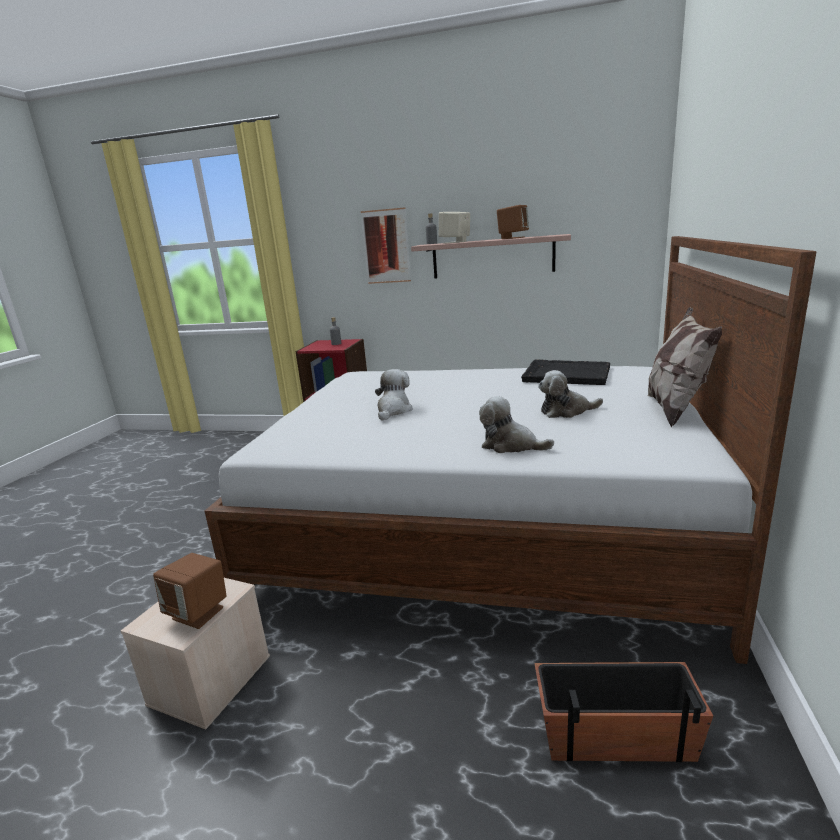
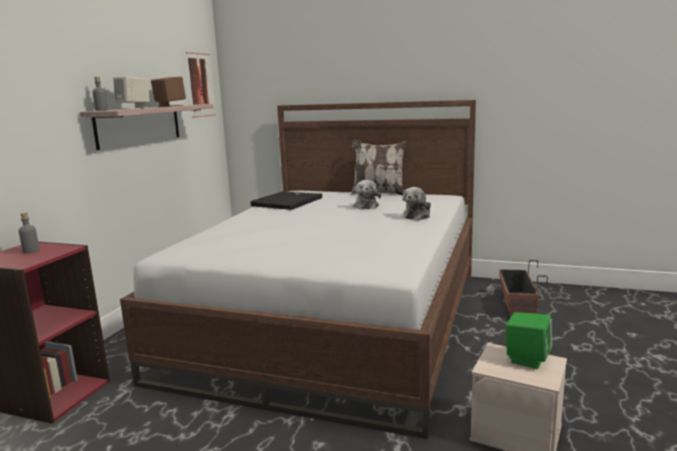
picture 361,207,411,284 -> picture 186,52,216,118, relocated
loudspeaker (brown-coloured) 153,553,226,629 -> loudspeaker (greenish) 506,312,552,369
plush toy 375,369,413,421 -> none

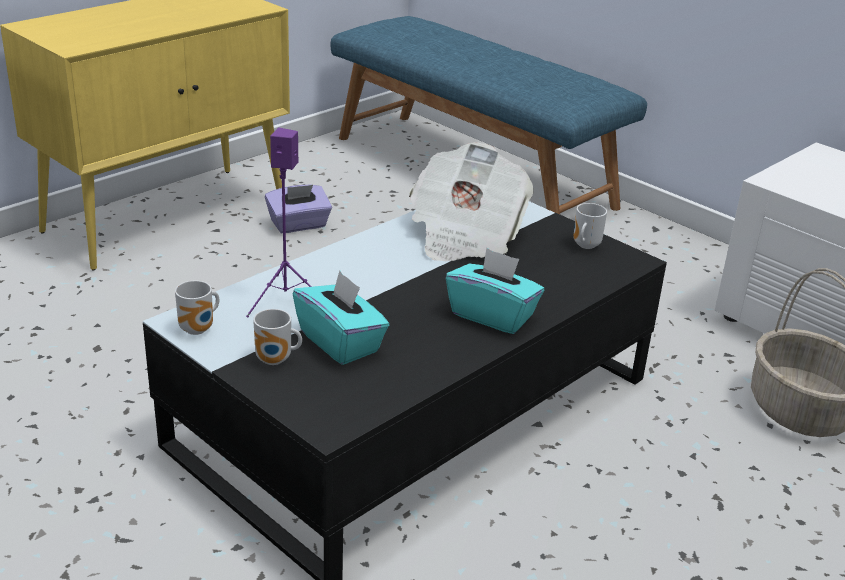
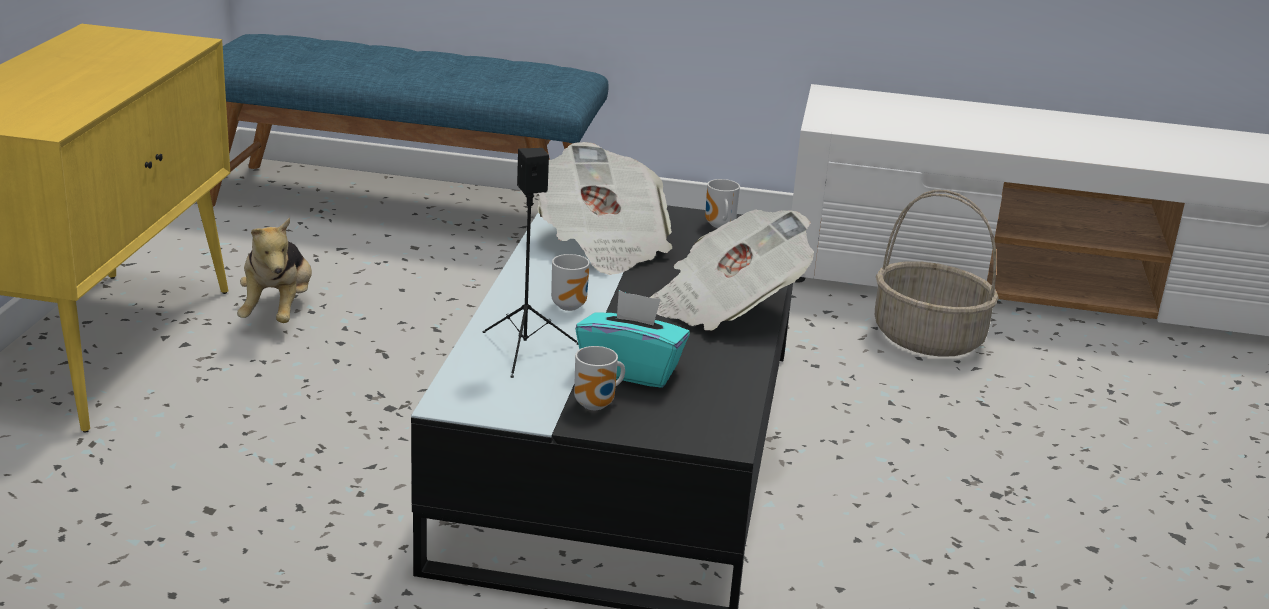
box of tissues (purplish) 265,185,332,233 -> plush toy 237,218,312,323
loudspeaker (purplish) 246,127,312,317 -> loudspeaker (black) 482,148,578,378
tea mug 175,281,219,335 -> tea mug 551,254,590,311, relocated
box of tissues (turquoise-coloured) 446,248,544,334 -> printed paper 650,210,814,331

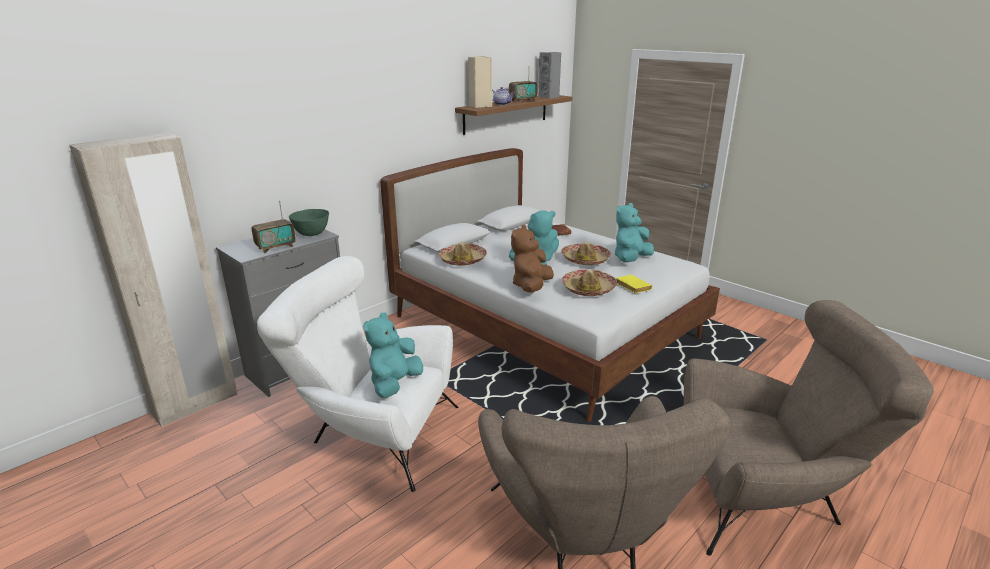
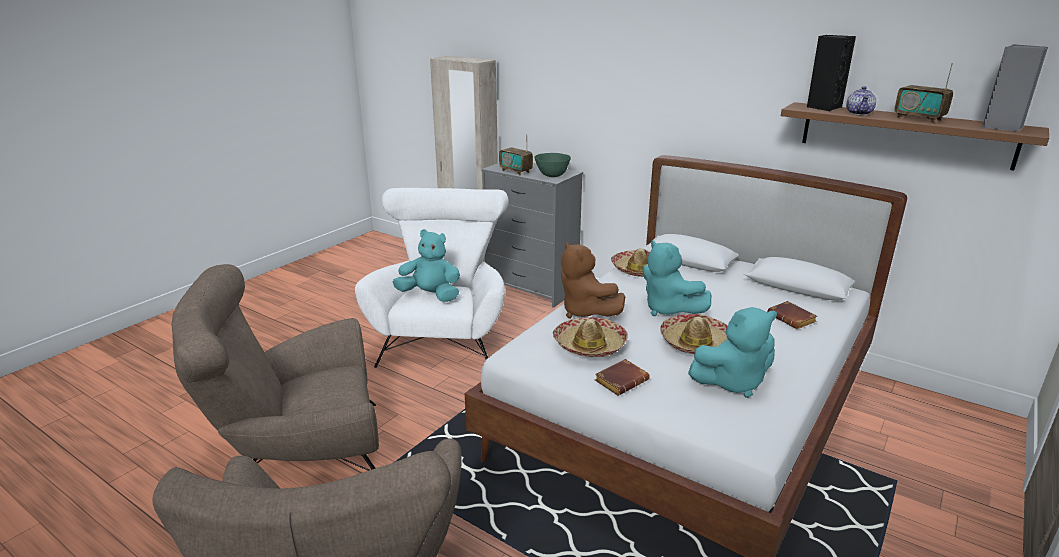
plush toy (brown-coloured) 511,225,554,293 -> plush toy (brown-coloured) 561,241,625,318, 135 degrees counterclockwise
volume (yellowish) 616,275,652,293 -> volume (brown-coloured) 595,359,650,396
plush toy (turquoise-coloured) 615,203,654,263 -> plush toy (turquoise-coloured) 688,307,777,398, 135 degrees clockwise
loudspeaker (sand-coloured) 468,56,492,108 -> loudspeaker (black) 807,35,856,111

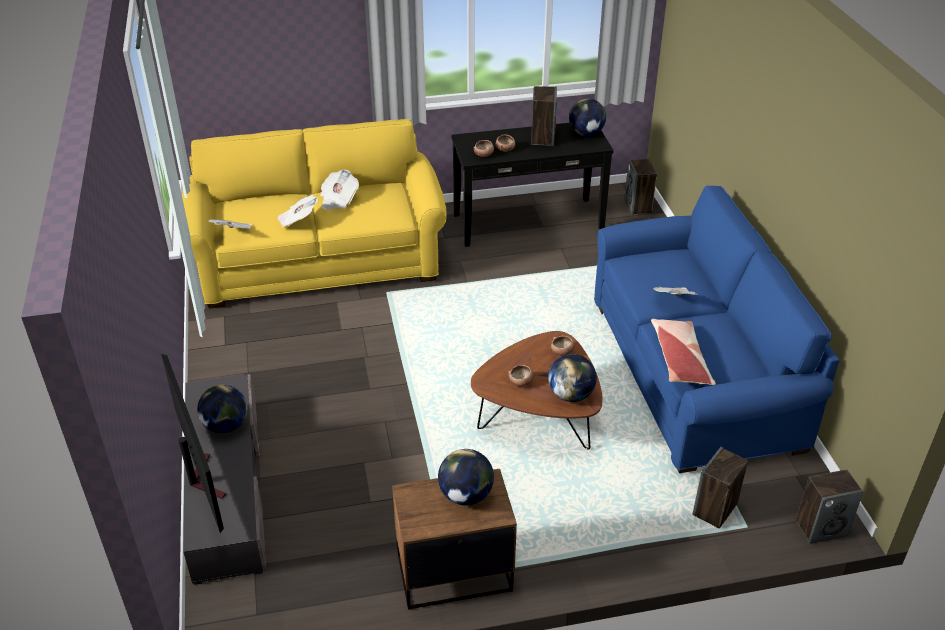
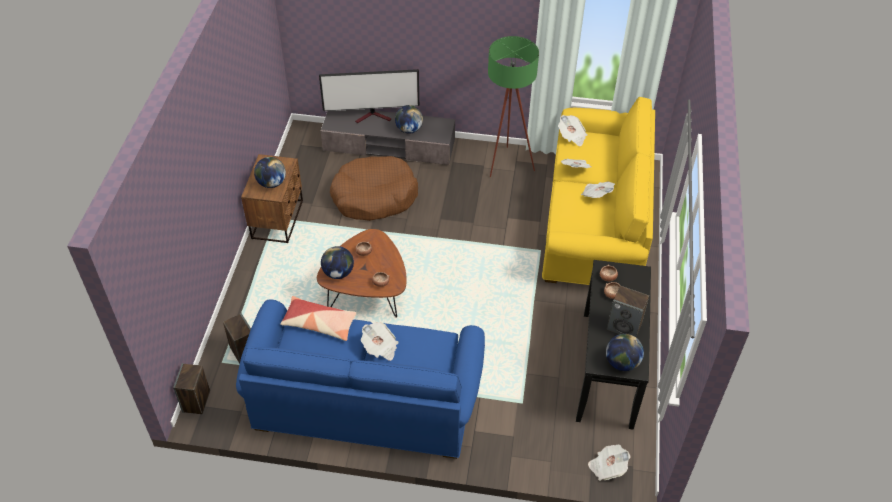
none -> dog cushion (brown-coloured) 330,156,418,221
none -> standing lamp (greenish) 488,36,539,177
loudspeaker 624,159,657,215 -> printed paper 588,444,631,481

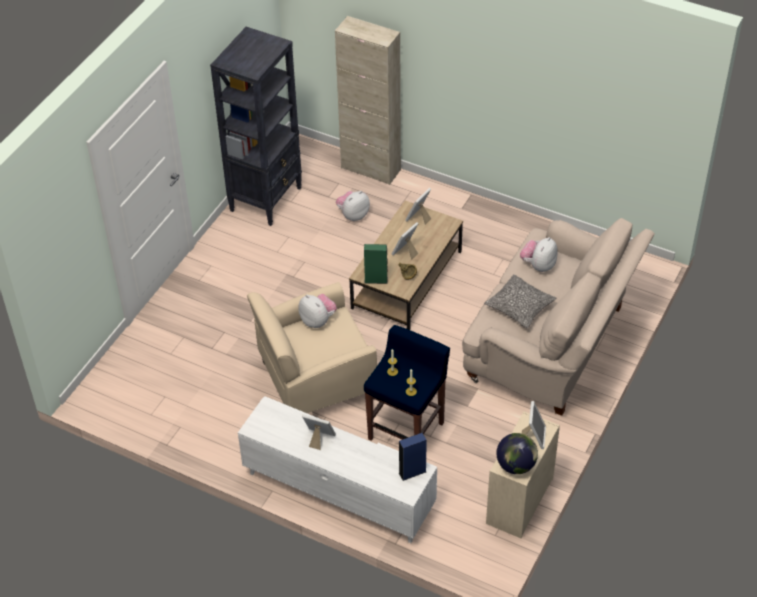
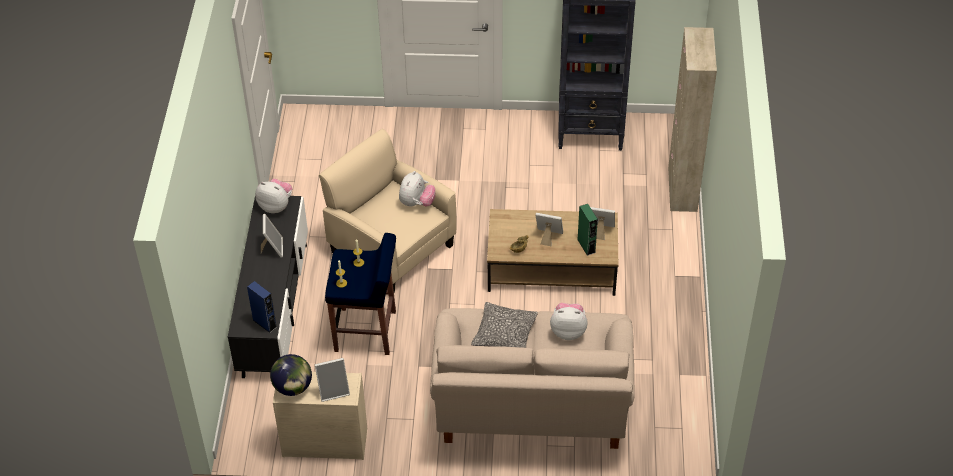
tv unit (white-coloured) 238,396,437,543 -> tv unit (black) 228,196,308,378
plush toy 336,191,370,221 -> plush toy 255,179,292,213, relocated
loudspeaker (greenish) 364,244,388,284 -> loudspeaker (greenish) 577,204,598,256, relocated

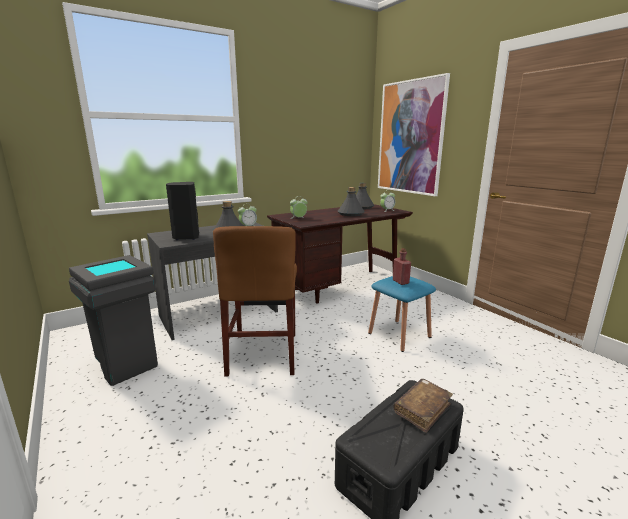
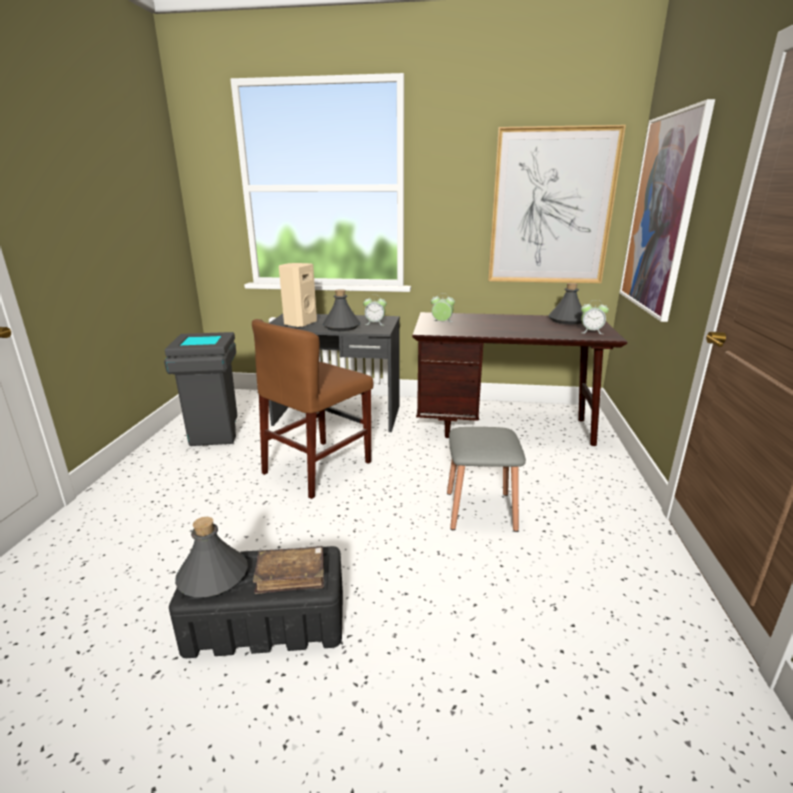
bottle (greyish) 338,187,365,216 -> bottle (greyish) 175,517,248,597, relocated
loudspeaker (black) 166,182,199,240 -> loudspeaker (sand-coloured) 279,263,317,328
stool seat (blue-coloured) 368,276,436,352 -> stool seat (greyish) 447,427,526,532
none -> picture 488,125,626,283
bottle (red-coloured) 393,248,411,285 -> none

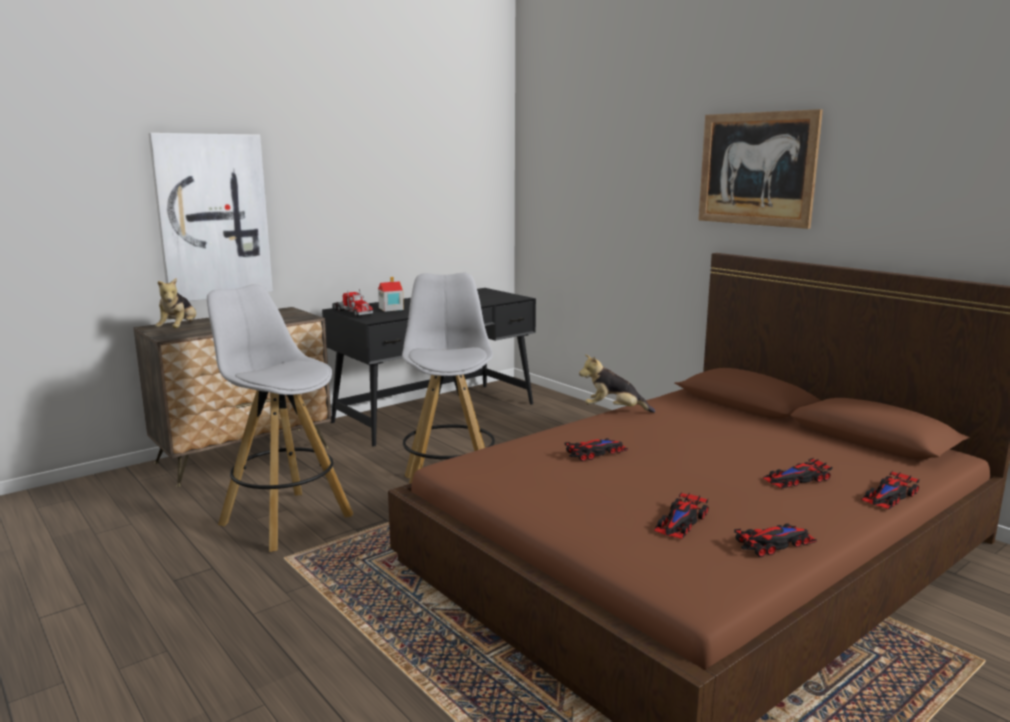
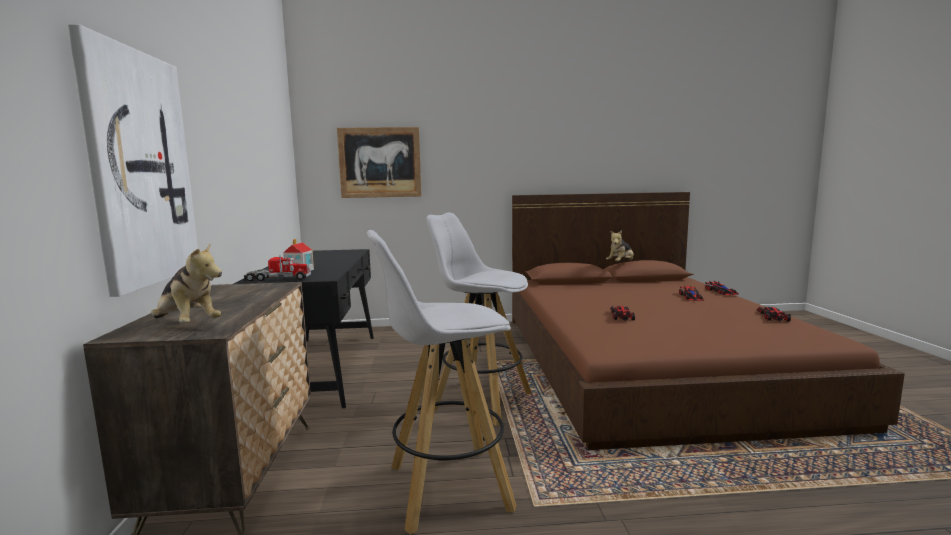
picture 698,109,823,229 -> picture 337,127,421,198, relocated
plush toy 579,354,655,413 -> plush toy 606,230,634,261, relocated
model car 654,492,709,539 -> none

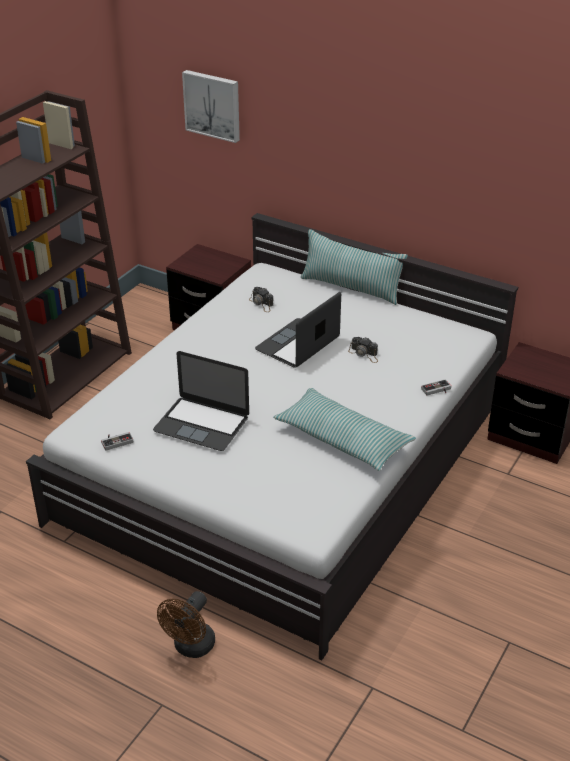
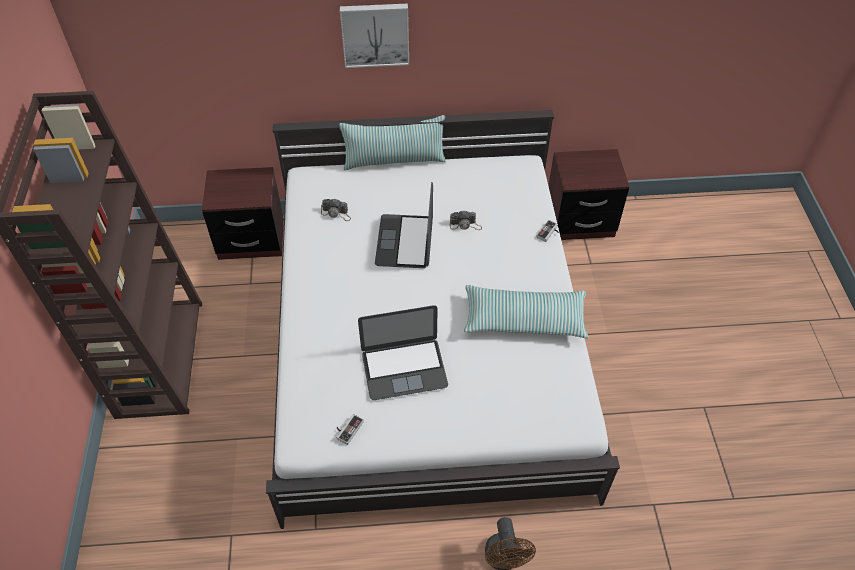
picture 182,70,240,143 -> picture 340,3,409,68, relocated

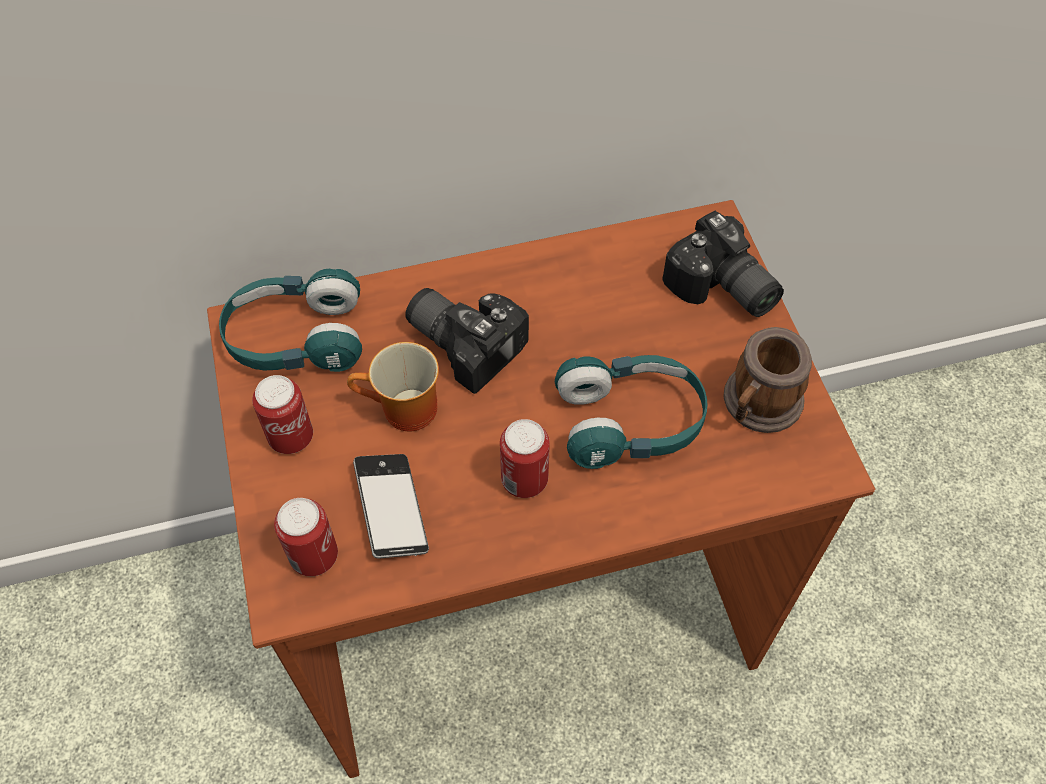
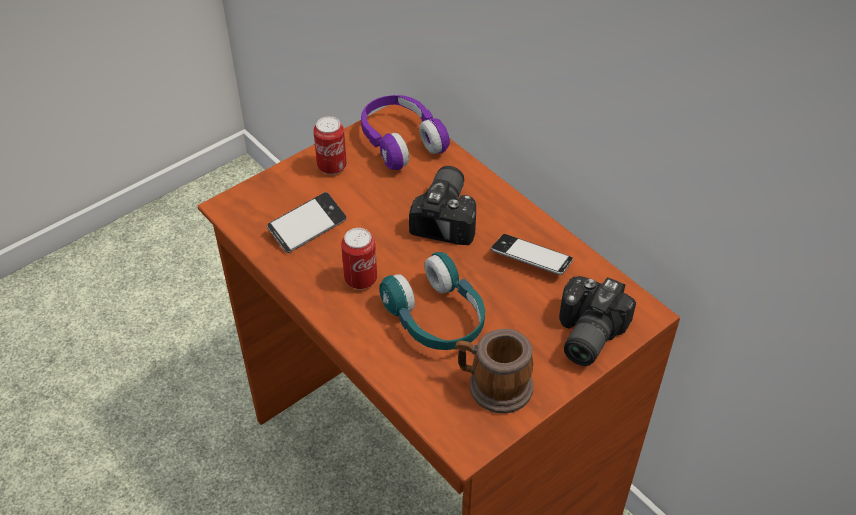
headset (turquoise-coloured) 219,269,362,372 -> headset (purplish) 361,95,450,170
none -> phone 491,234,573,275
metal can 274,498,338,576 -> none
tea mug 347,342,439,431 -> none

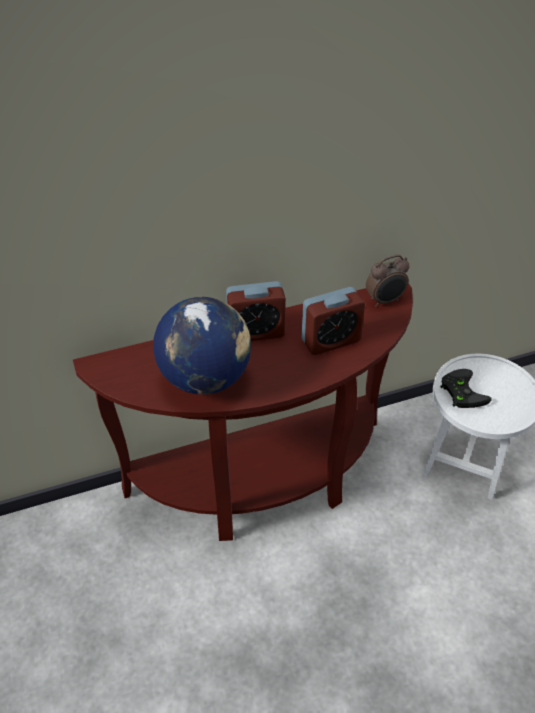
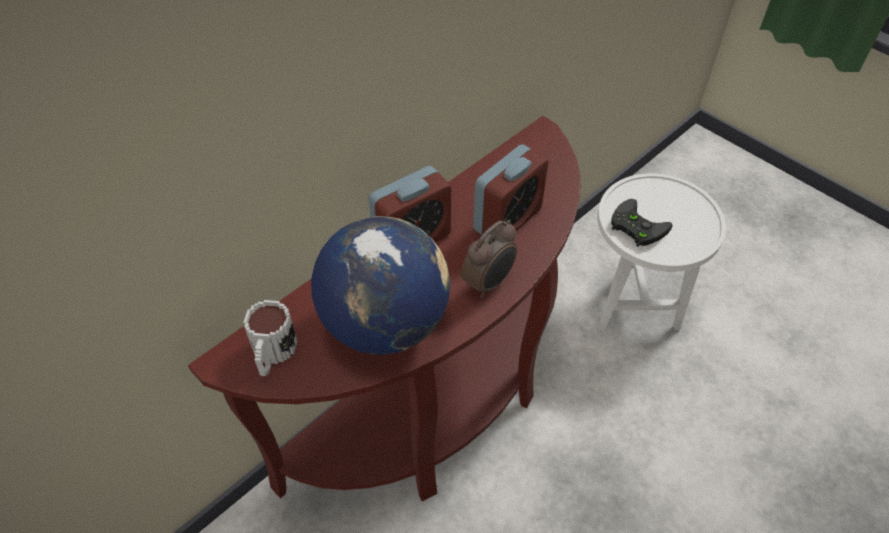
none -> tea mug 243,300,297,376
table clock 366,254,410,307 -> table clock 461,220,517,298, relocated

